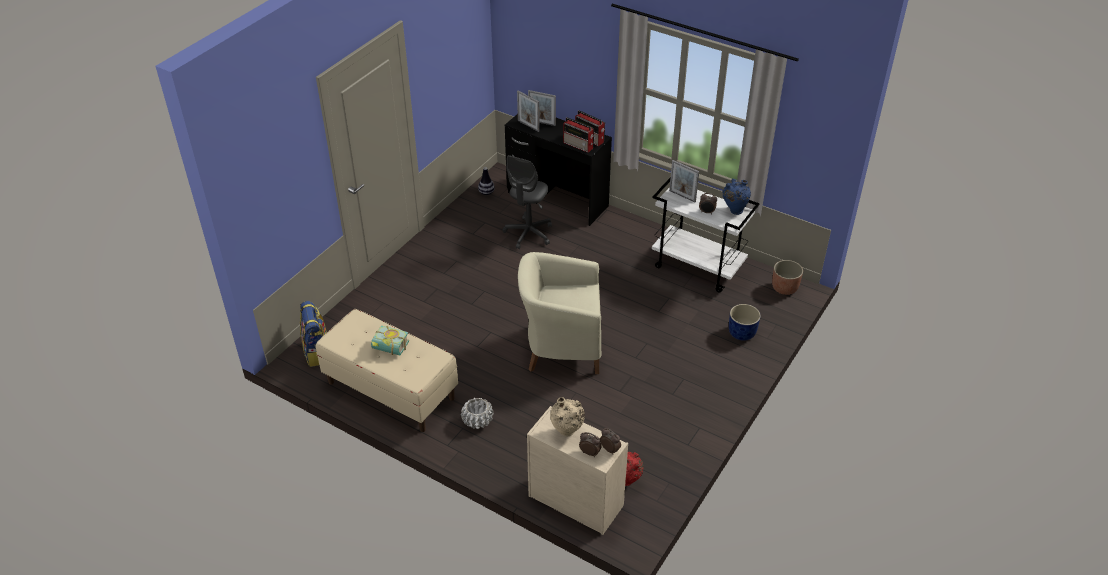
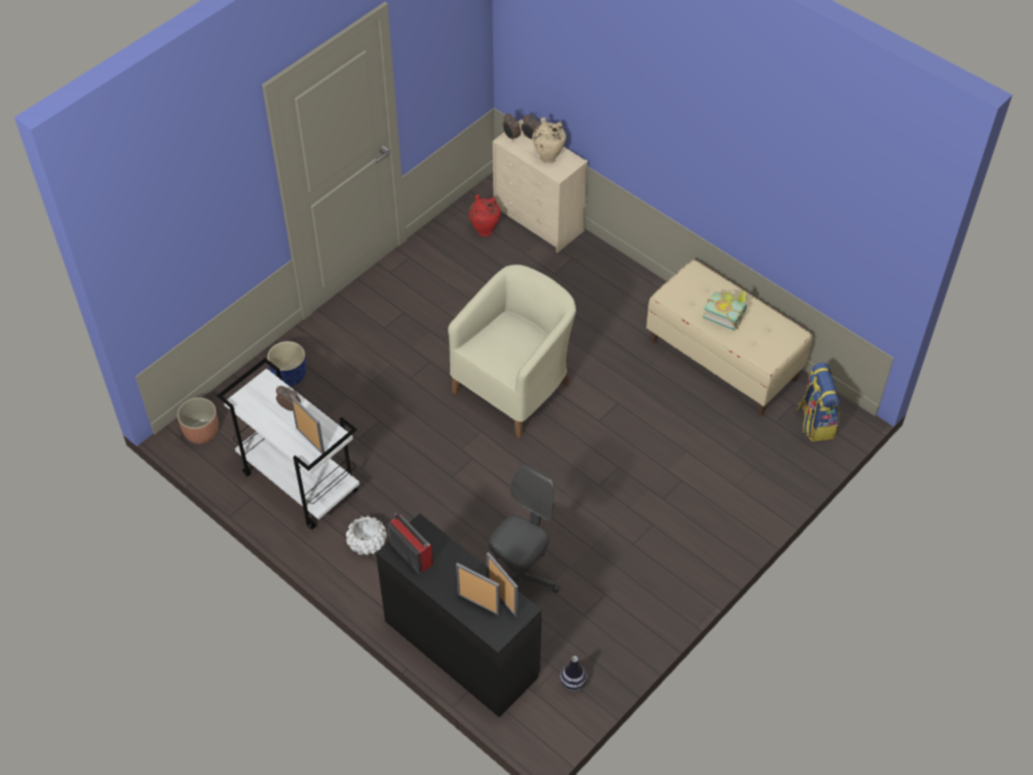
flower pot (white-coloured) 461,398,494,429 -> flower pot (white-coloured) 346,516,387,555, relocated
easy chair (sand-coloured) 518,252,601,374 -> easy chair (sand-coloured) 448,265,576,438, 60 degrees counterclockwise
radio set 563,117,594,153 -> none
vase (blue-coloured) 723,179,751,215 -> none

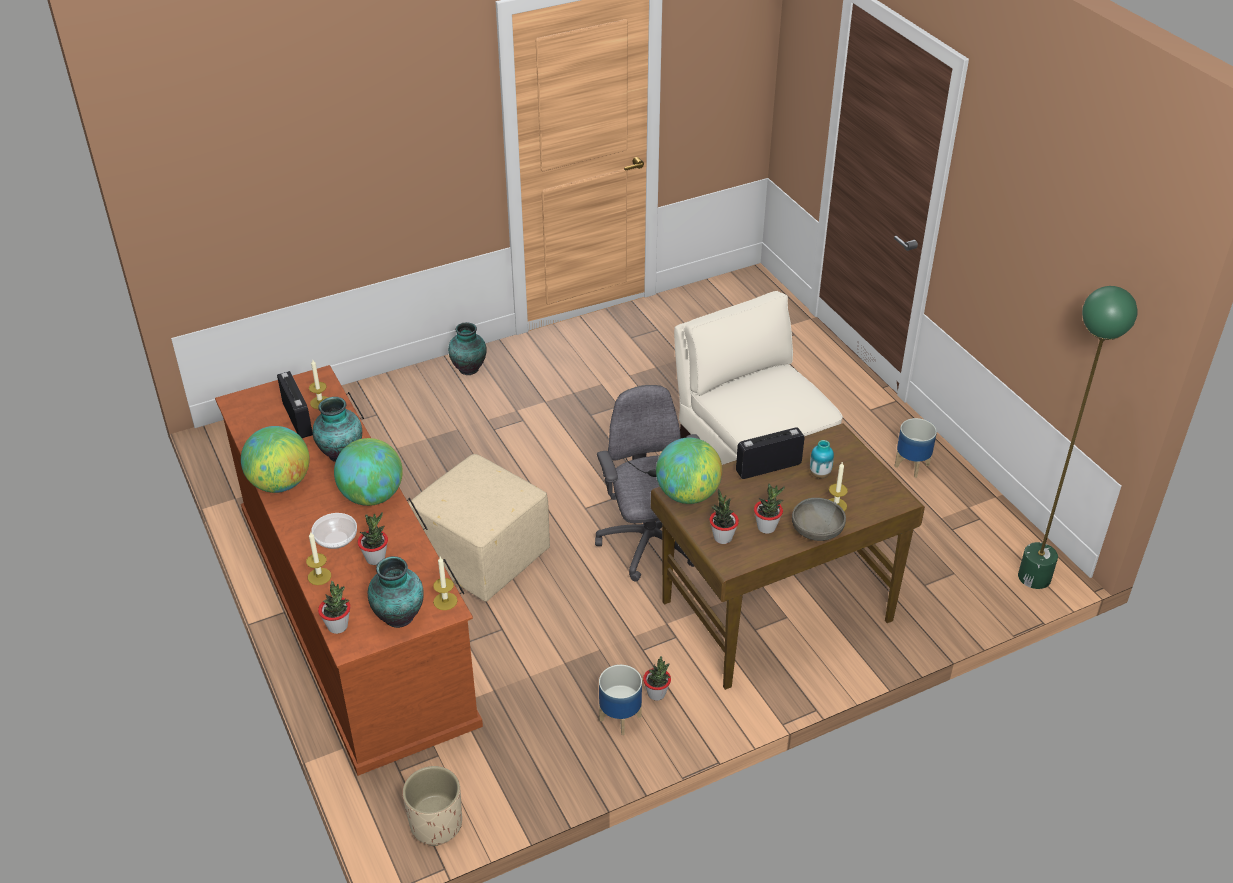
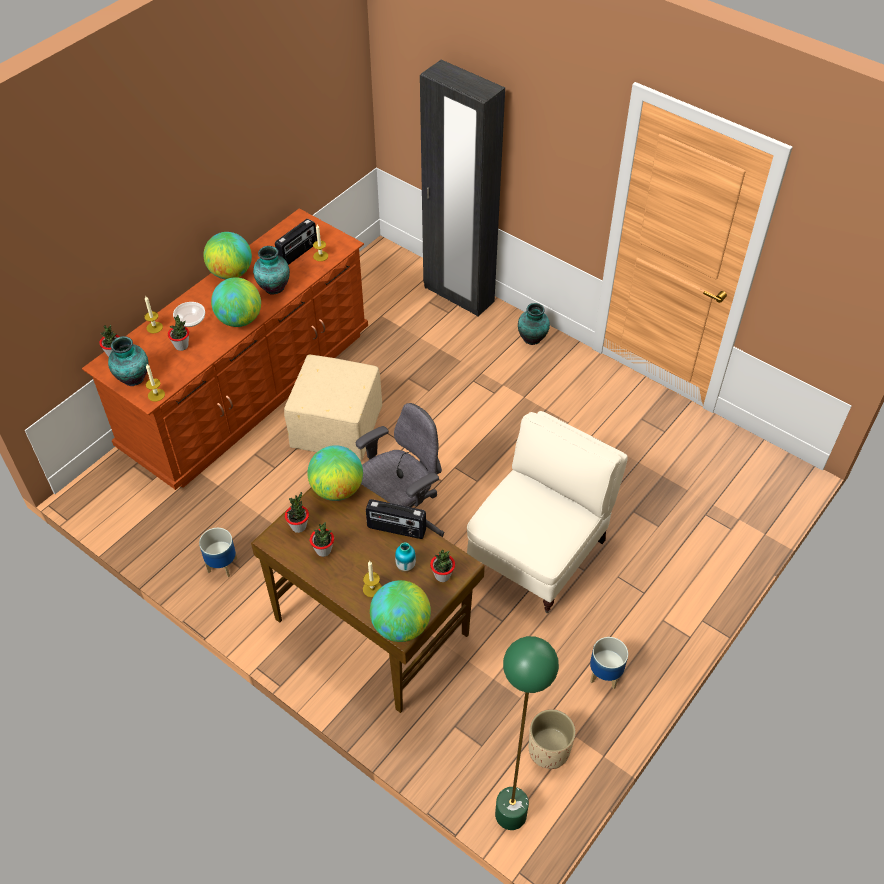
radio set 736,427,805,479 -> radio set 366,499,426,539, 150 degrees clockwise
none -> desk globe 370,580,431,642
none -> wardrobe (black) 420,60,505,317
potted plant 643,656,671,701 -> potted plant 430,550,455,582, relocated
flower pot (sand-coloured) 402,766,462,846 -> flower pot (sand-coloured) 529,709,576,769, relocated
bowl (greyish) 792,498,846,541 -> none

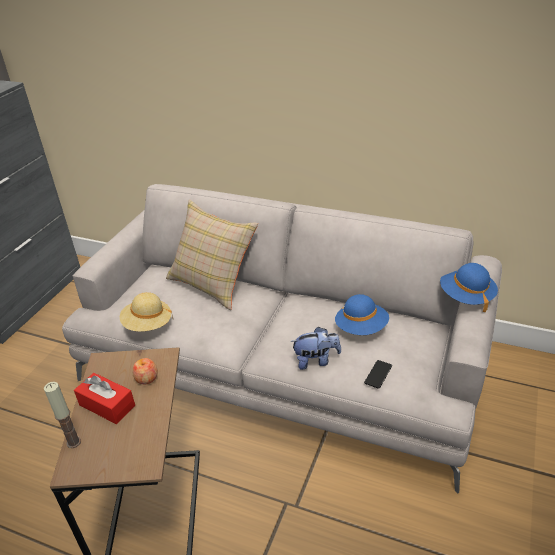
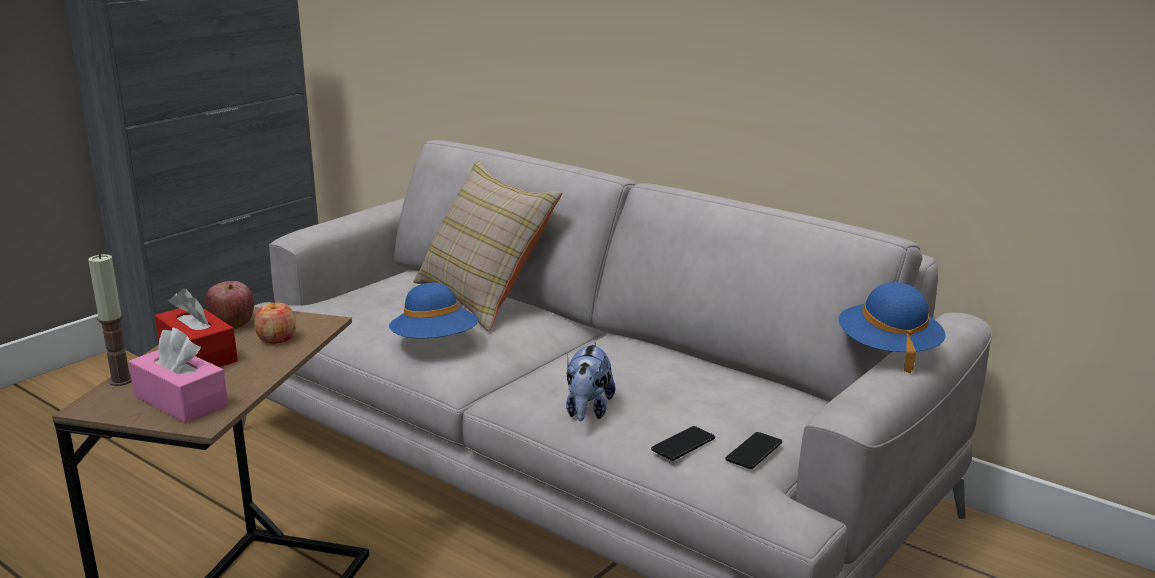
none -> box of tissues (pink) 129,327,228,423
none -> whole apple 206,281,254,329
clothing hat (blue-coloured) 335,294,389,335 -> clothing hat (blue-coloured) 389,283,478,338, relocated
plush toy 290,327,341,370 -> plush toy 566,342,615,421, 90 degrees clockwise
none -> phone 725,432,782,469
clothing hat (sand-coloured) 120,292,173,332 -> none

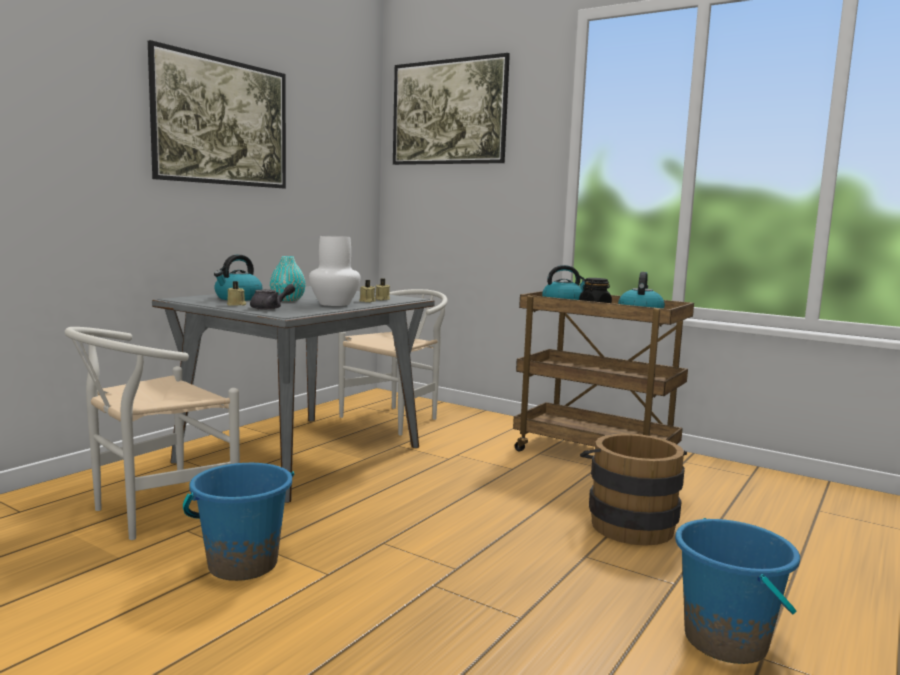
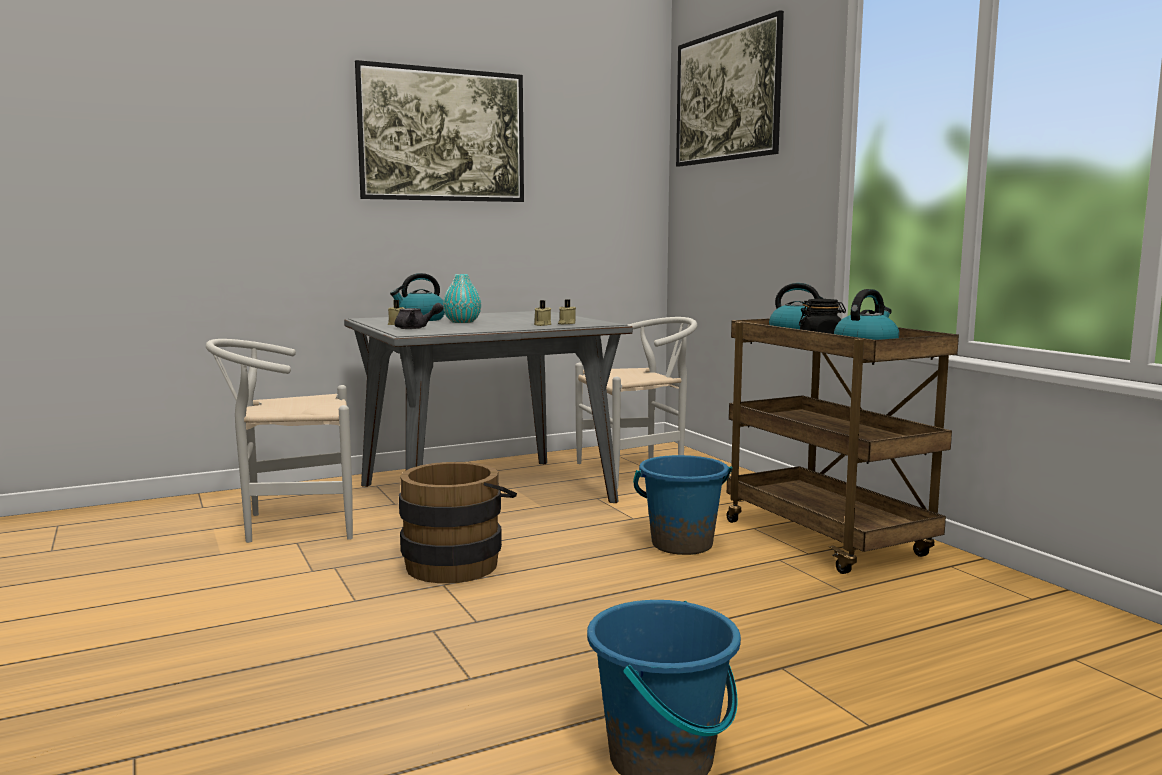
pail (brown-coloured) 580,433,687,546 -> pail (brown-coloured) 399,462,517,583, relocated
pail (blue-coloured) 183,463,294,581 -> pail (blue-coloured) 633,455,732,555, relocated
vase (white-coloured) 309,236,361,306 -> none

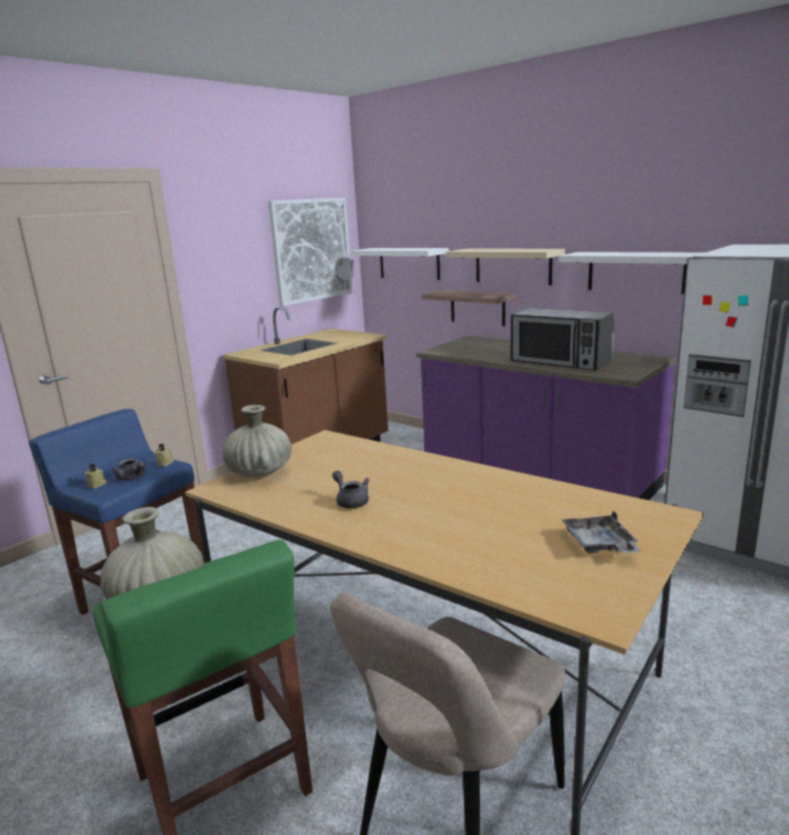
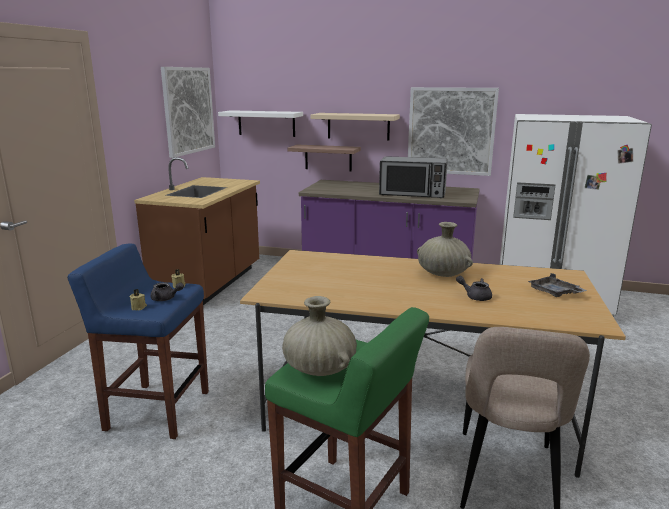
wall shelf (white-coloured) 559,252,705,294 -> picture 408,87,499,176
vase (sand-coloured) 222,405,292,478 -> vase (sand-coloured) 417,222,473,277, relocated
tea pot (greyish) 332,471,369,508 -> tea pot (greyish) 456,276,492,301, relocated

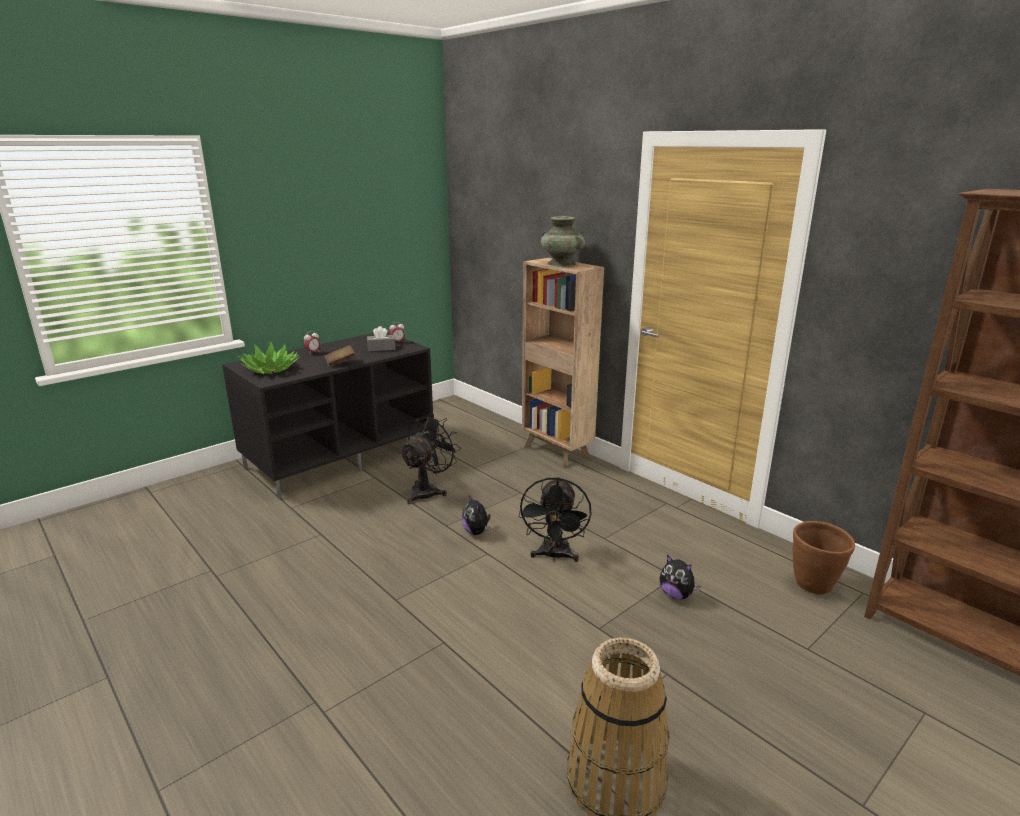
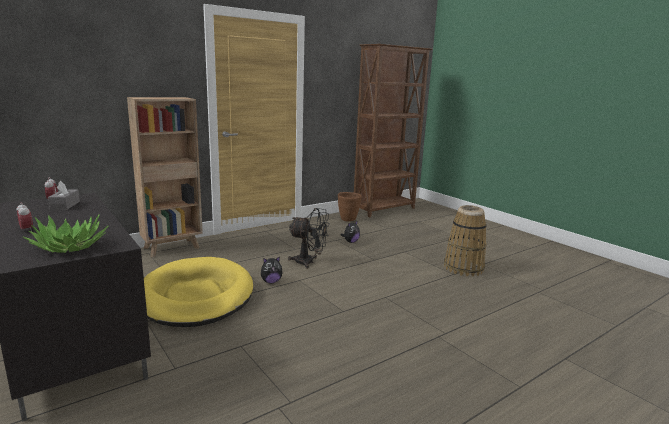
fan (black) 399,413,461,504 -> dog cushion (yellowish) 144,257,253,327
volume (brown-coloured) 325,345,356,367 -> none
vase (turquoise-coloured) 541,216,585,266 -> none

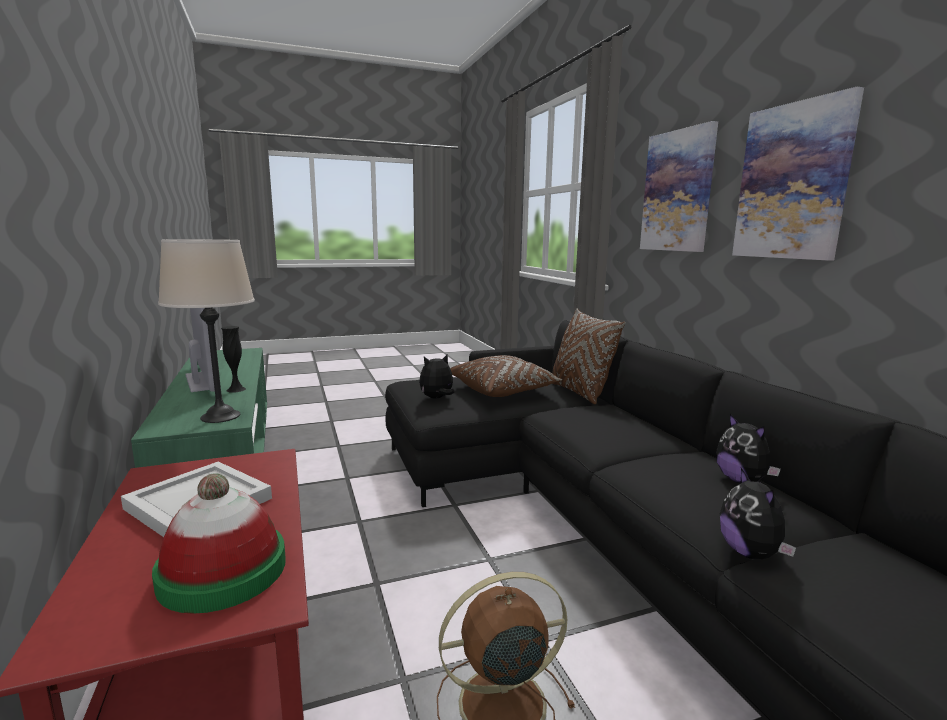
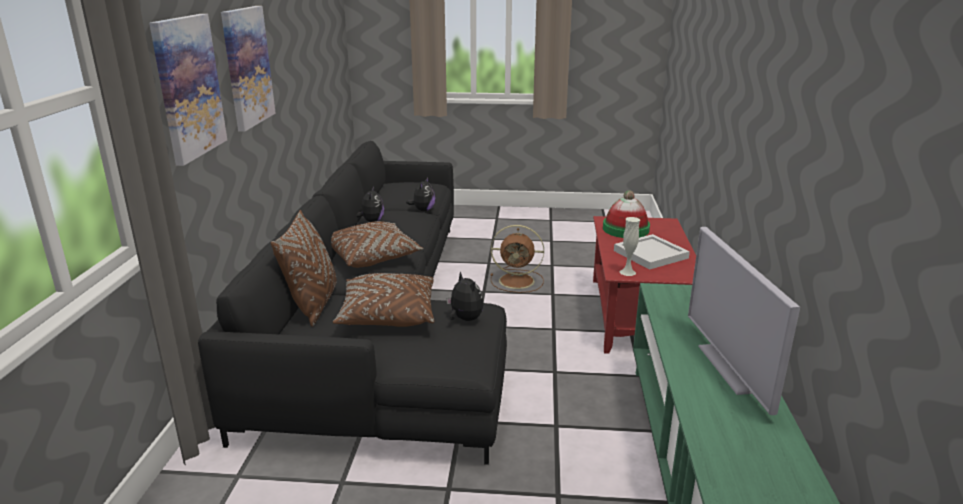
none -> pillow (brown-coloured) 331,221,424,268
plush toy 419,355,455,398 -> plush toy 446,271,483,321, 120 degrees counterclockwise
none -> vase (white-coloured) 620,217,640,276
table lamp (sand-coloured) 158,239,255,423 -> none
vase (black) 221,326,246,393 -> none

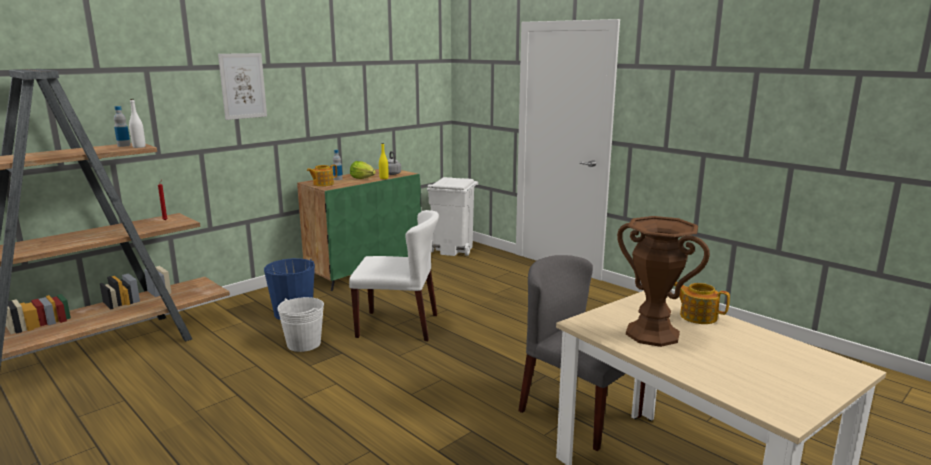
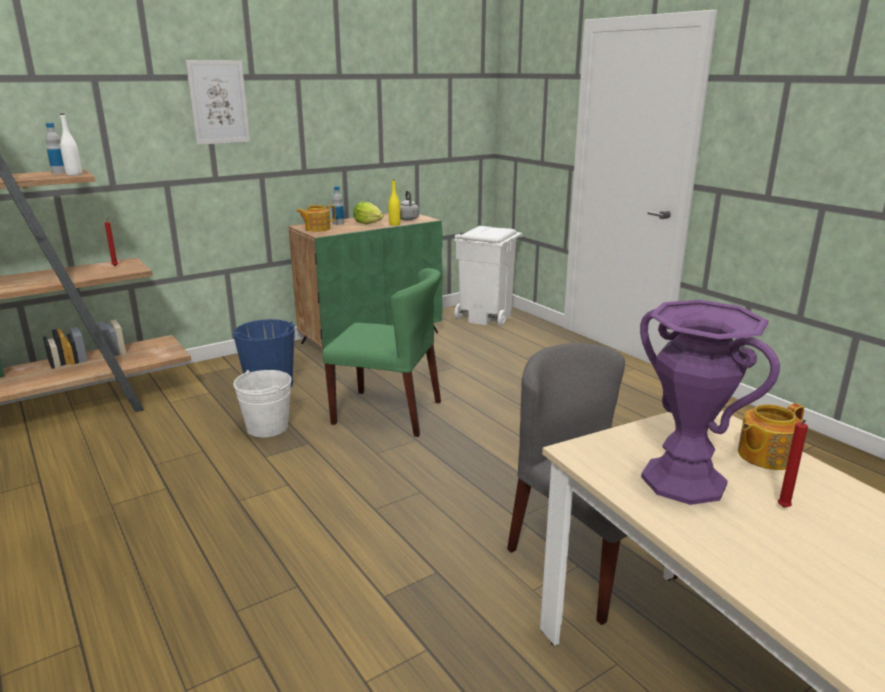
chair (white-coloured) 349,210,439,341 -> chair (greenish) 323,268,441,437
vase (brown-coloured) 617,216,710,347 -> vase (purplish) 640,300,780,505
tea pot 674,282,730,324 -> tea pot 738,403,804,470, 75 degrees counterclockwise
none -> wax candle (red-coloured) 778,419,808,508

